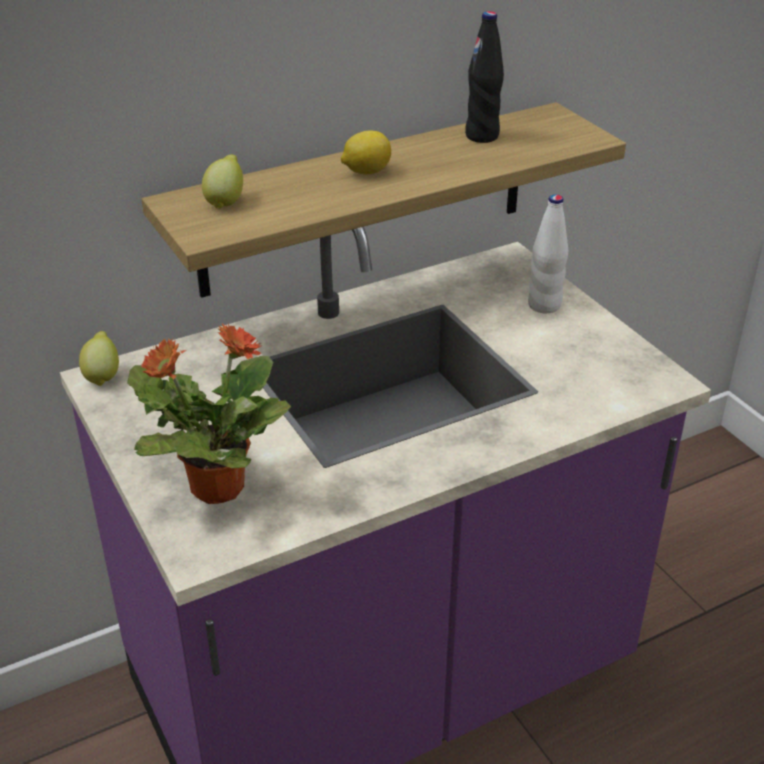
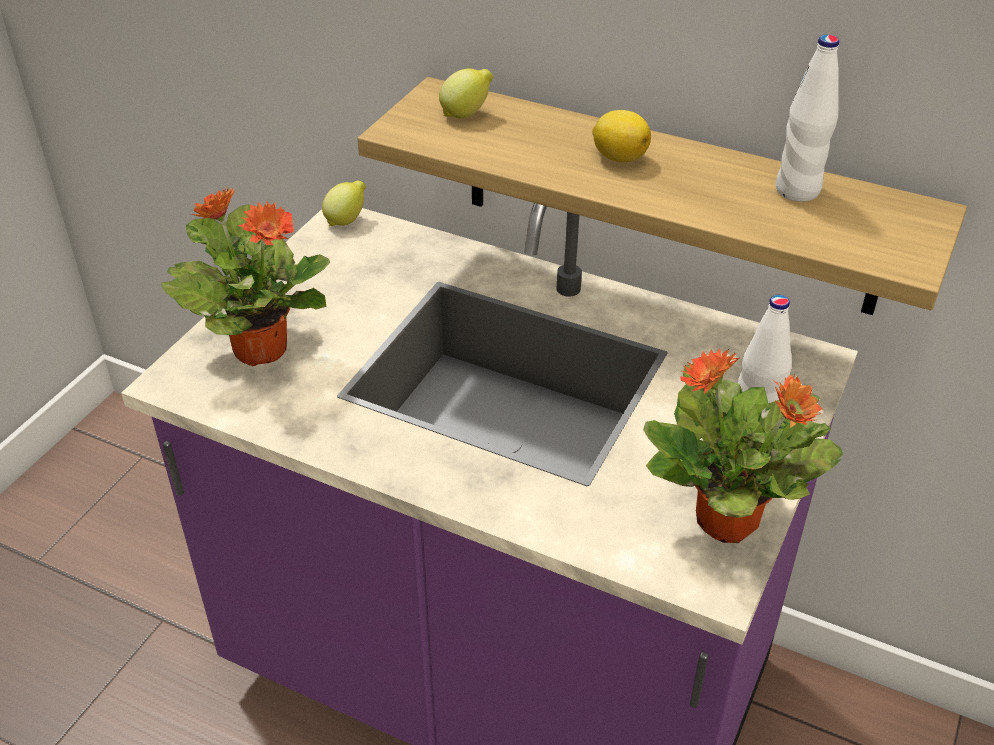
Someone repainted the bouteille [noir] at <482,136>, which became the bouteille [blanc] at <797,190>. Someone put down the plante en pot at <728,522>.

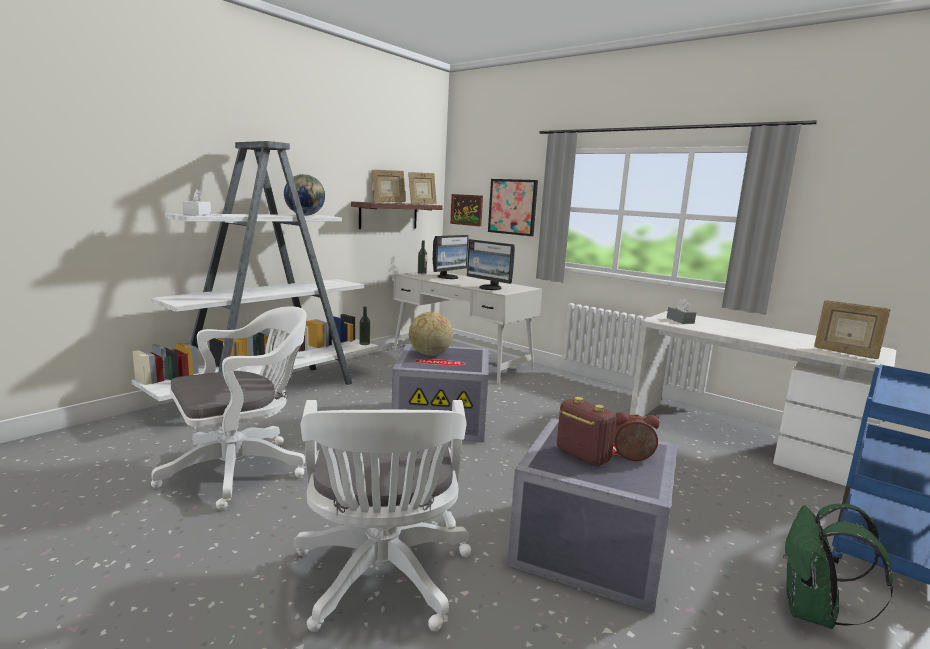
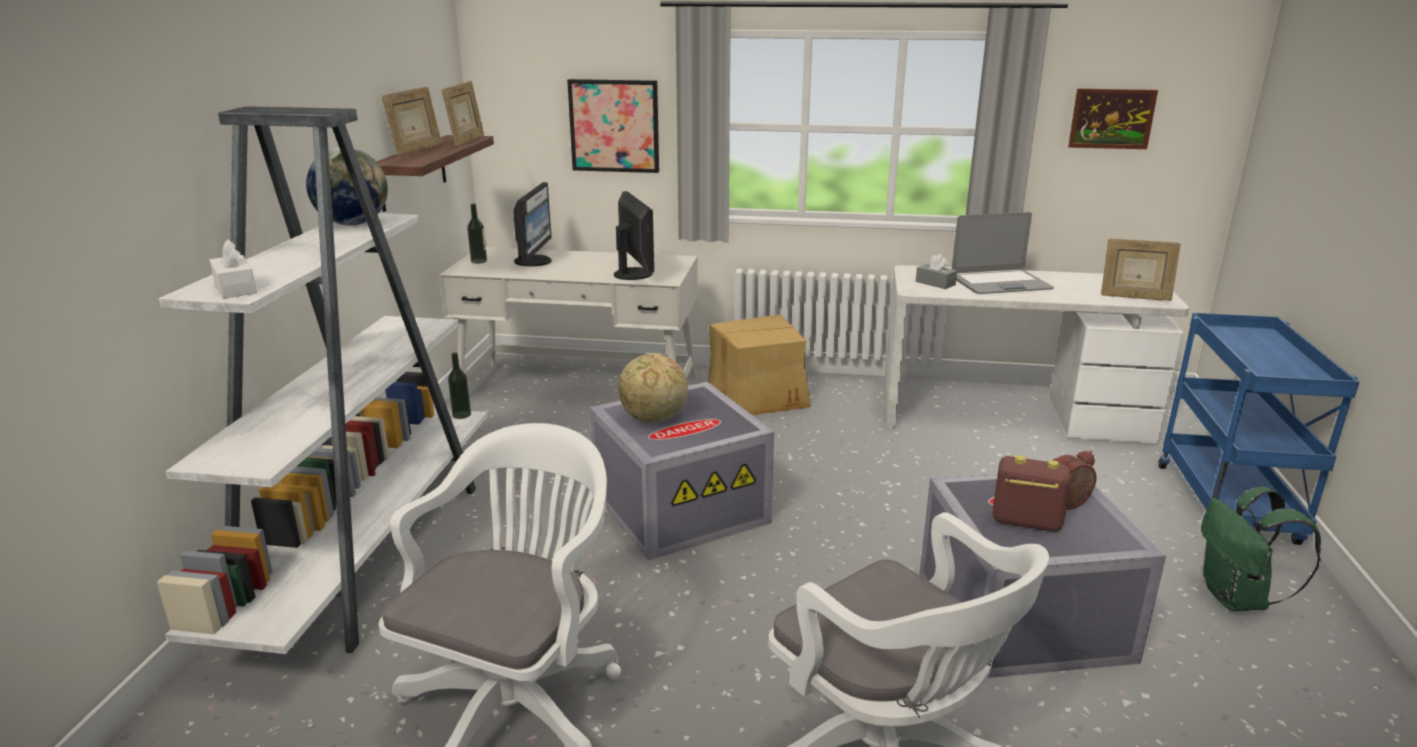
Someone carried the tableau from <466,210> to <1111,118>. Someone rotated the écran d'ordinateur at <490,288> by 120 degrees counterclockwise. Someone put down the ordinateur portable at <1000,284>. Someone put down the carton at <759,394>.

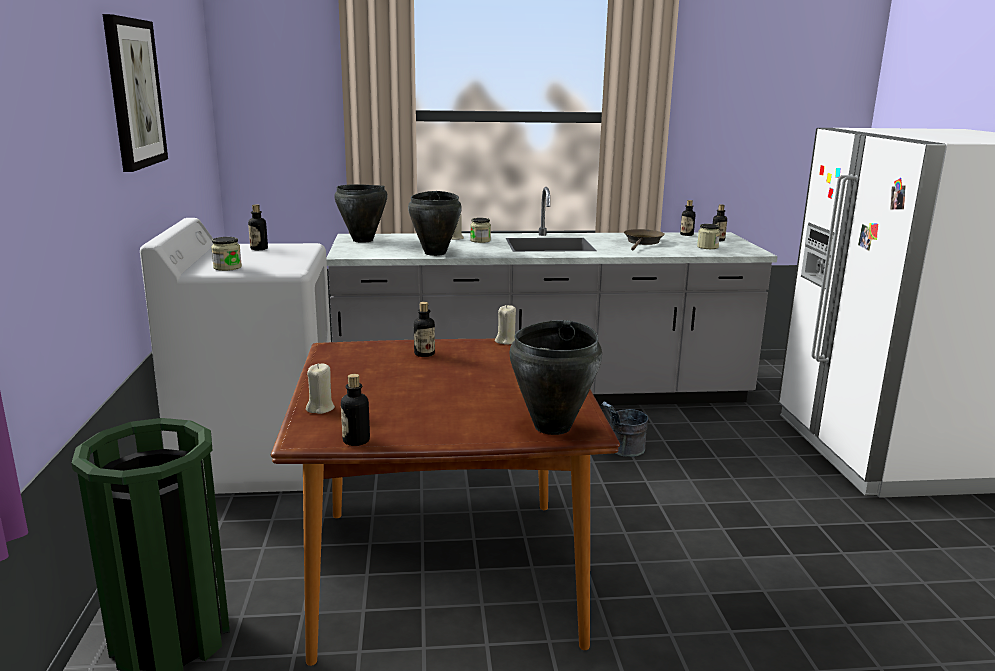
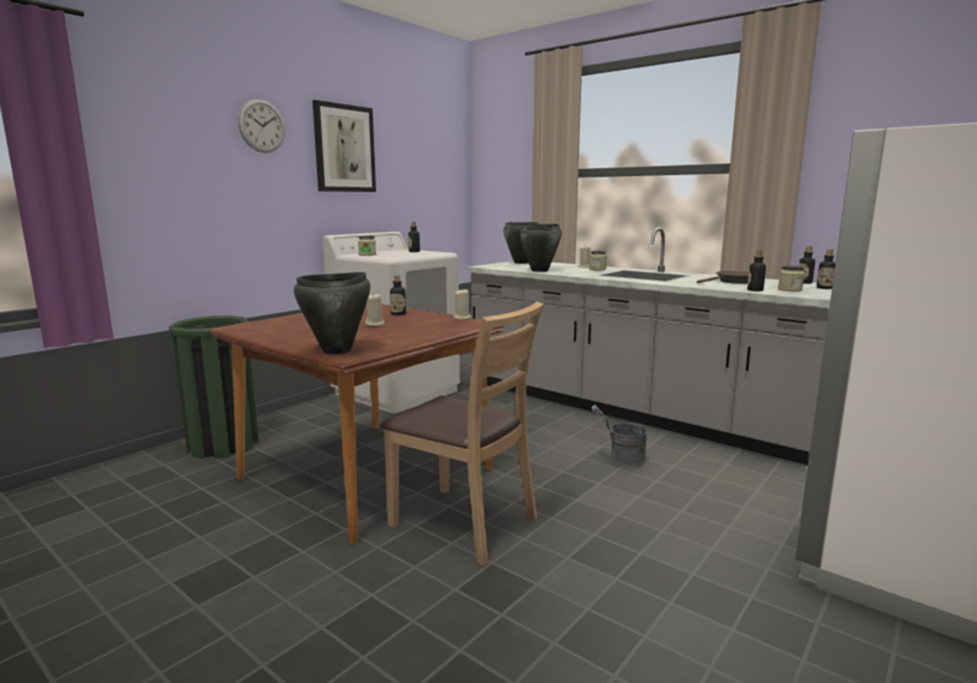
Someone carried the bougie [beige] from <320,408> to <375,324>. Someone carried the bouteille from <356,440> to <755,290>. Someone put up the horloge murale at <262,126>. Someone put down the chaise [marron] at <464,523>.

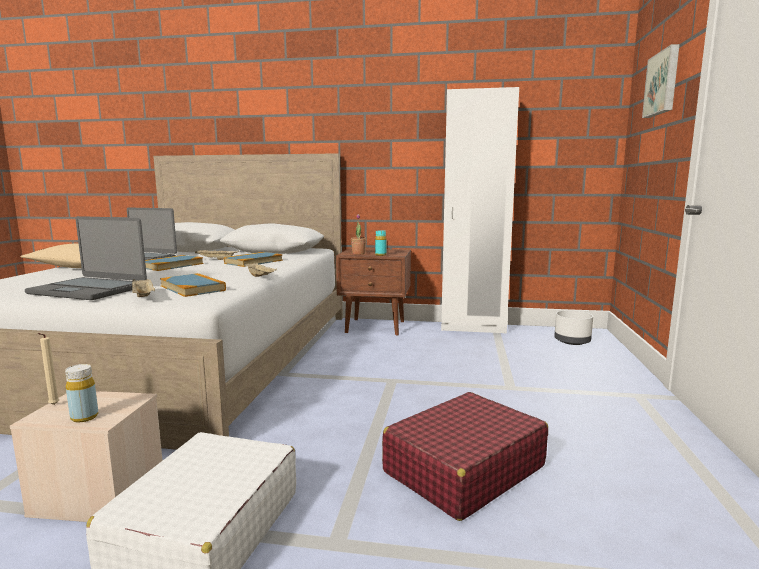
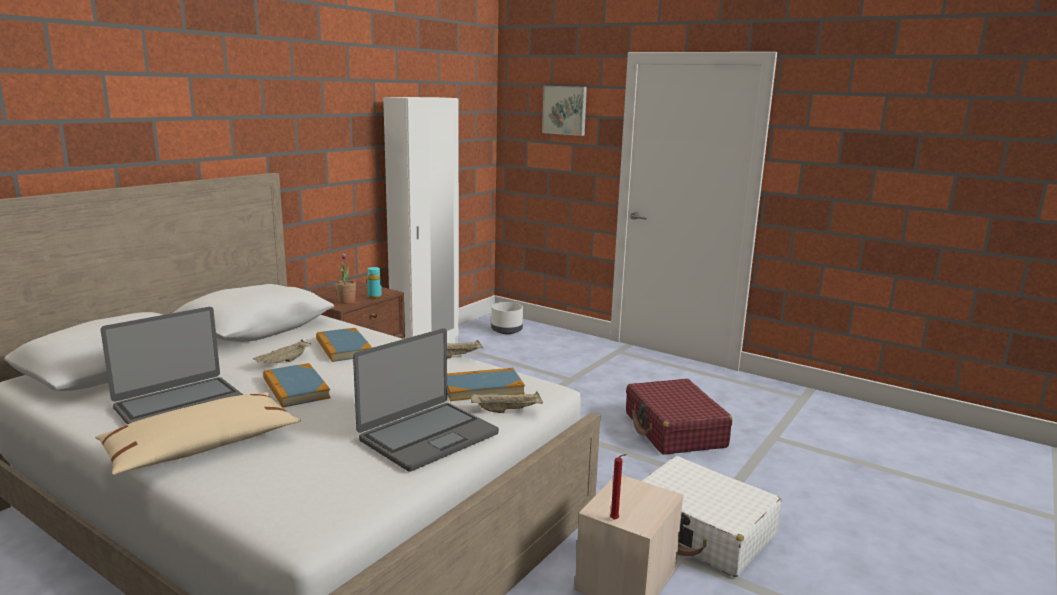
Someone repainted the bougie [beige] at <53,405>, which became the bougie [rouge] at <615,520>. Someone took away the bouteille [jaune] at <84,417>.

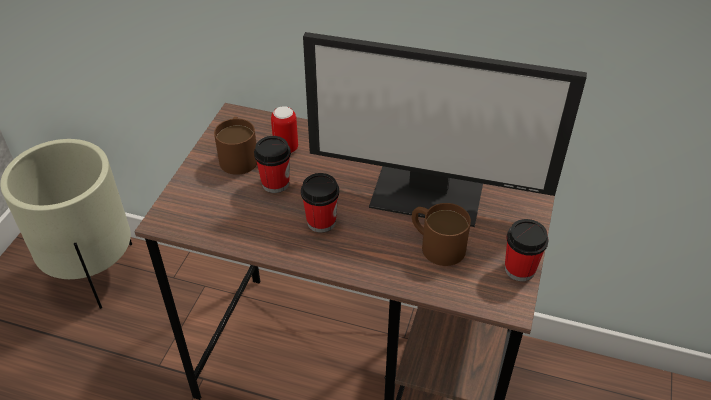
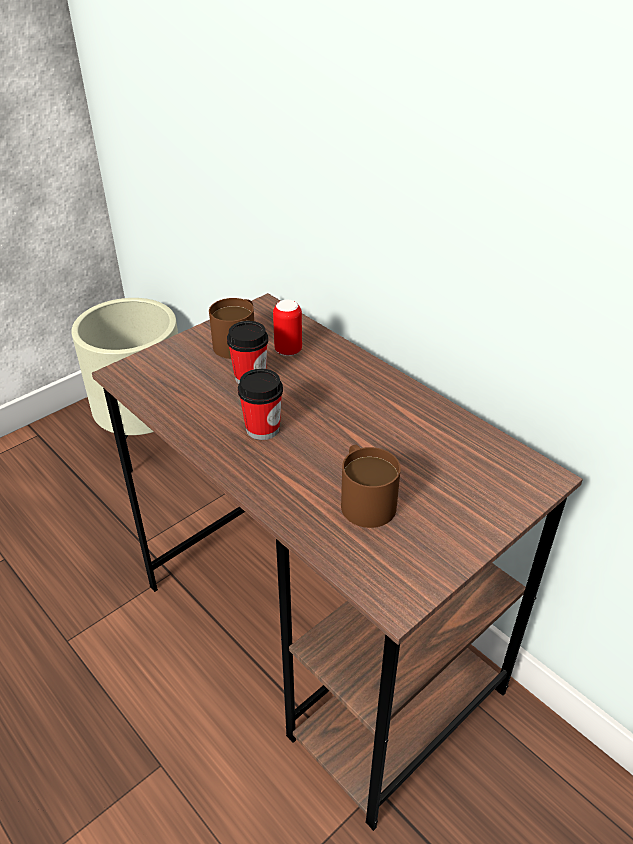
Someone took away the écran d'ordinateur at <429,193>. Someone took away the tasse at <519,269>.

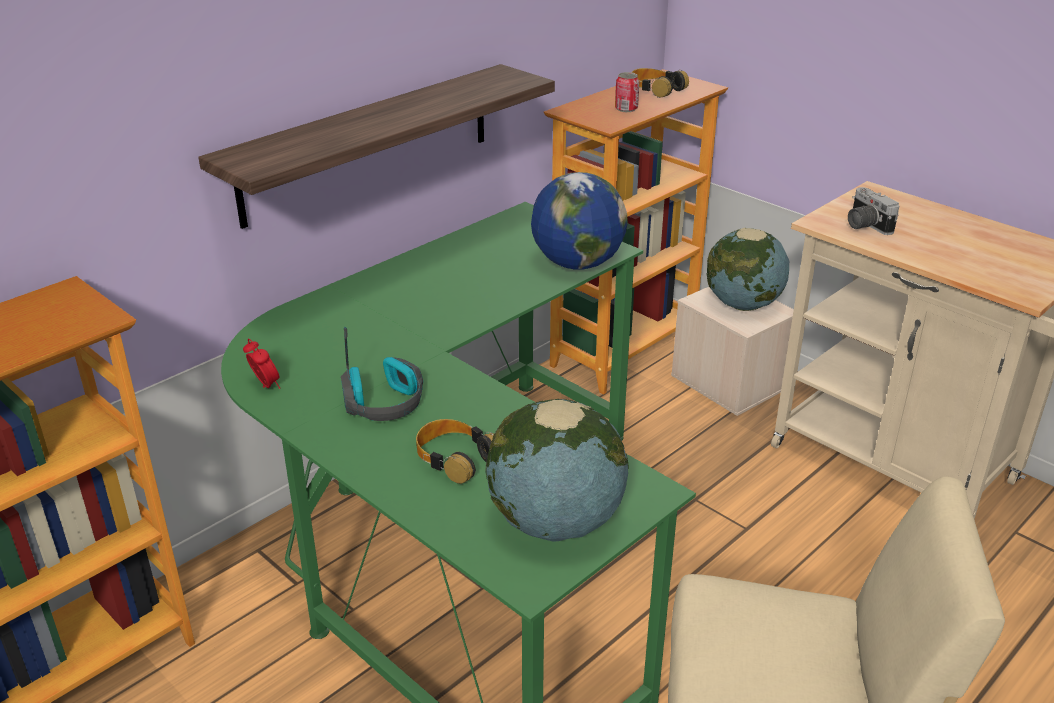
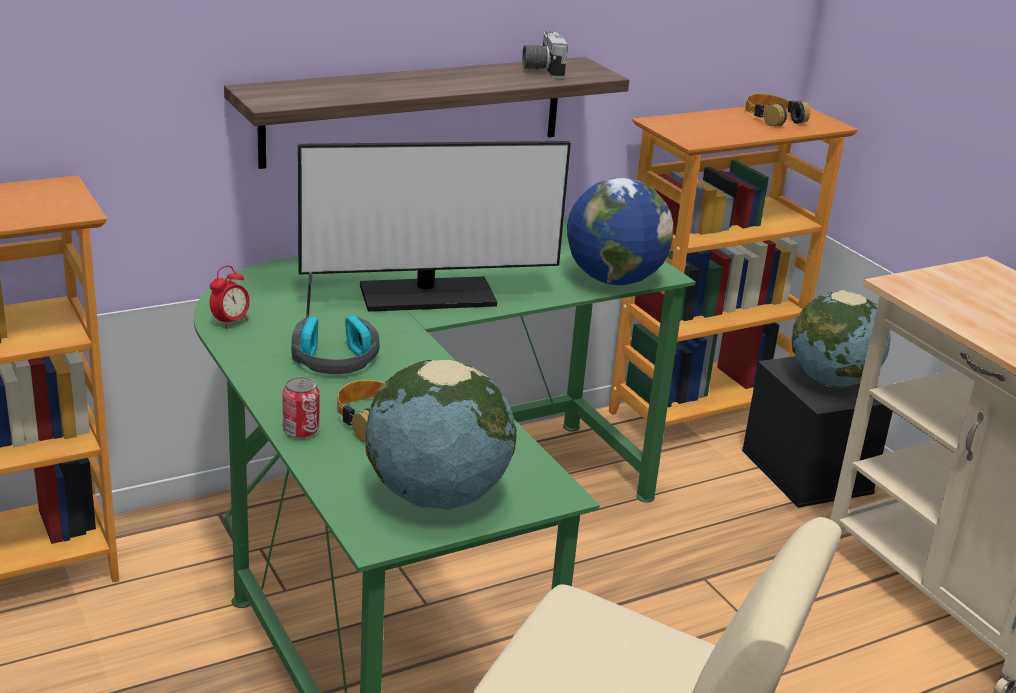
Someone carried the boîte métallique from <626,109> to <301,431>. Someone carried the appareil photo from <864,225> to <541,70>. Someone repainted the boîte de rangement [beige] at <727,381>, which became the boîte de rangement [noir] at <804,471>. Someone rotated the réveil at <265,386> by 60 degrees clockwise. Someone put down the écran d'ordinateur at <427,295>.

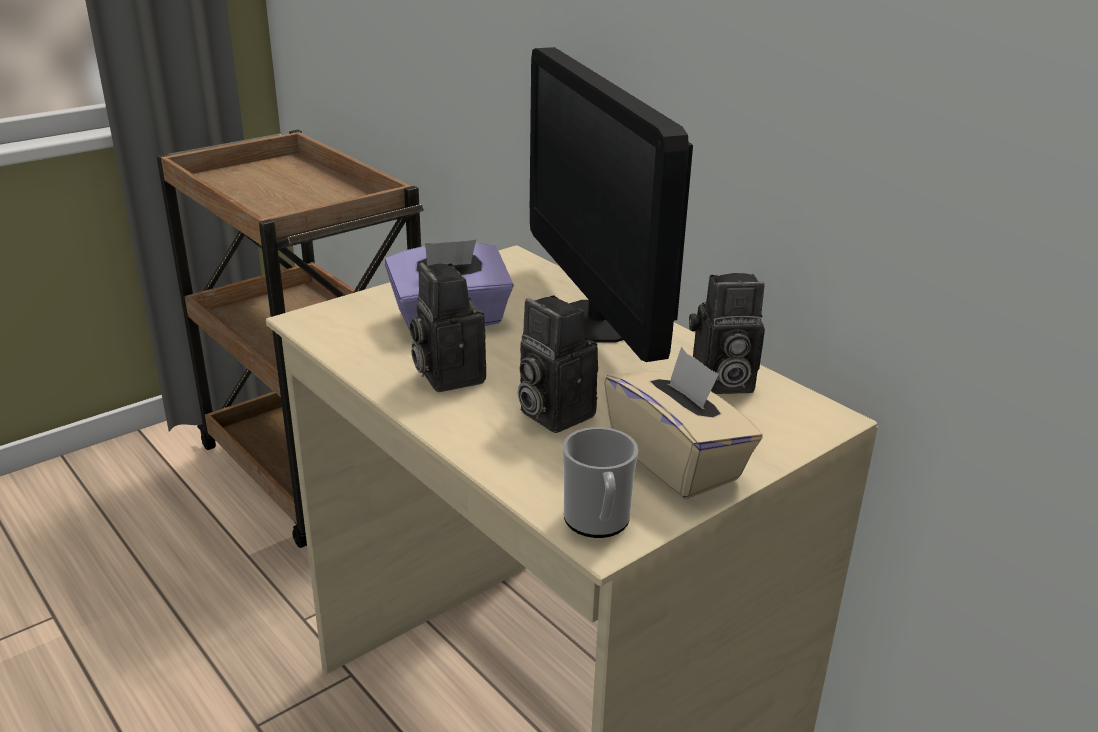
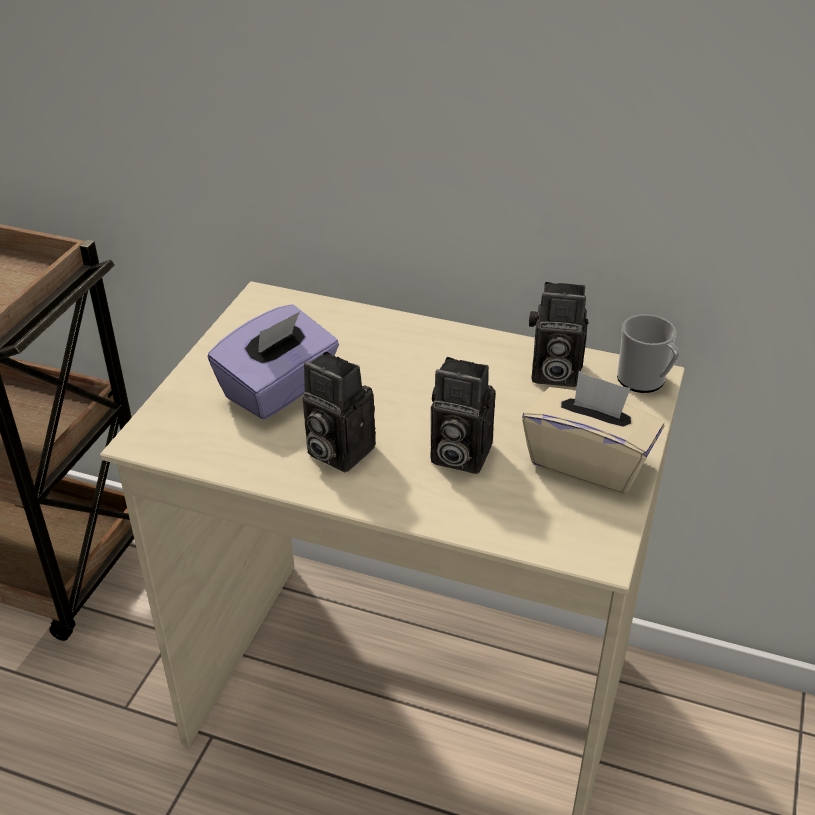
Someone took away the écran d'ordinateur at <598,321>. Someone rotated the appareil photo at <720,383> by 45 degrees clockwise. Someone carried the mug from <598,523> to <645,381>.

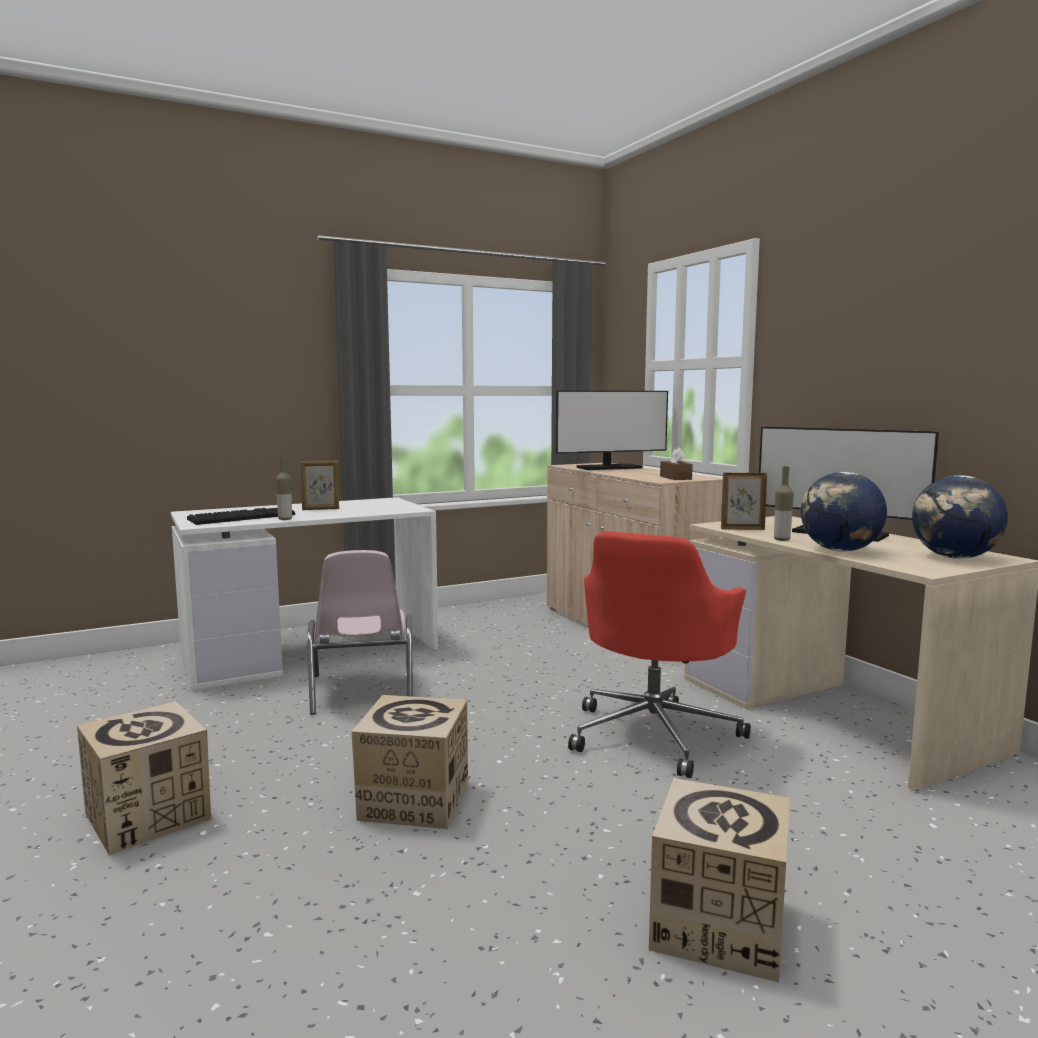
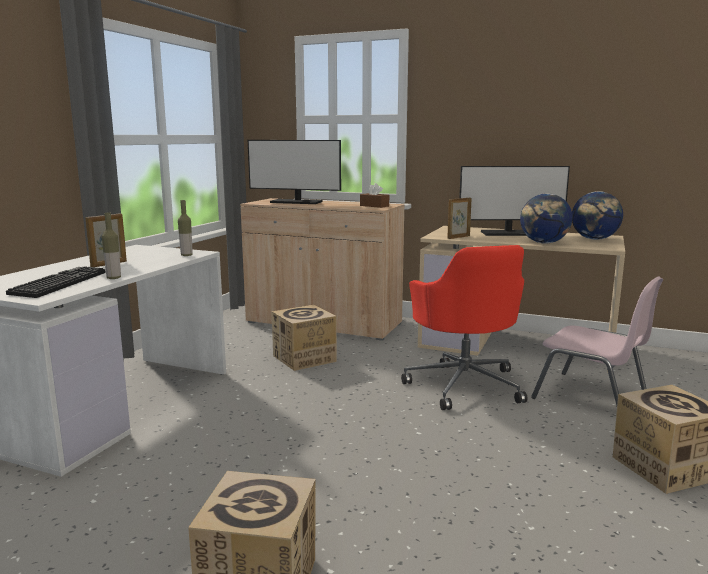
Someone rotated the écran d'ordinateur at <609,468> by 75 degrees clockwise. Someone carried the bouteille from <781,540> to <186,255>. Someone carried the chaise [rose] from <362,692> to <592,397>. Someone carried the carton from <414,800> to <304,358>.

